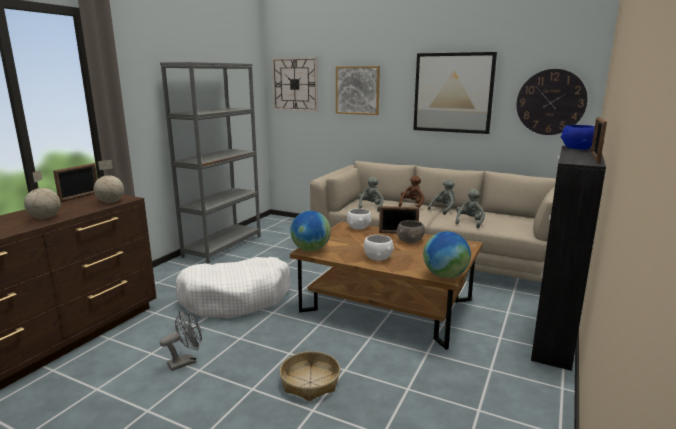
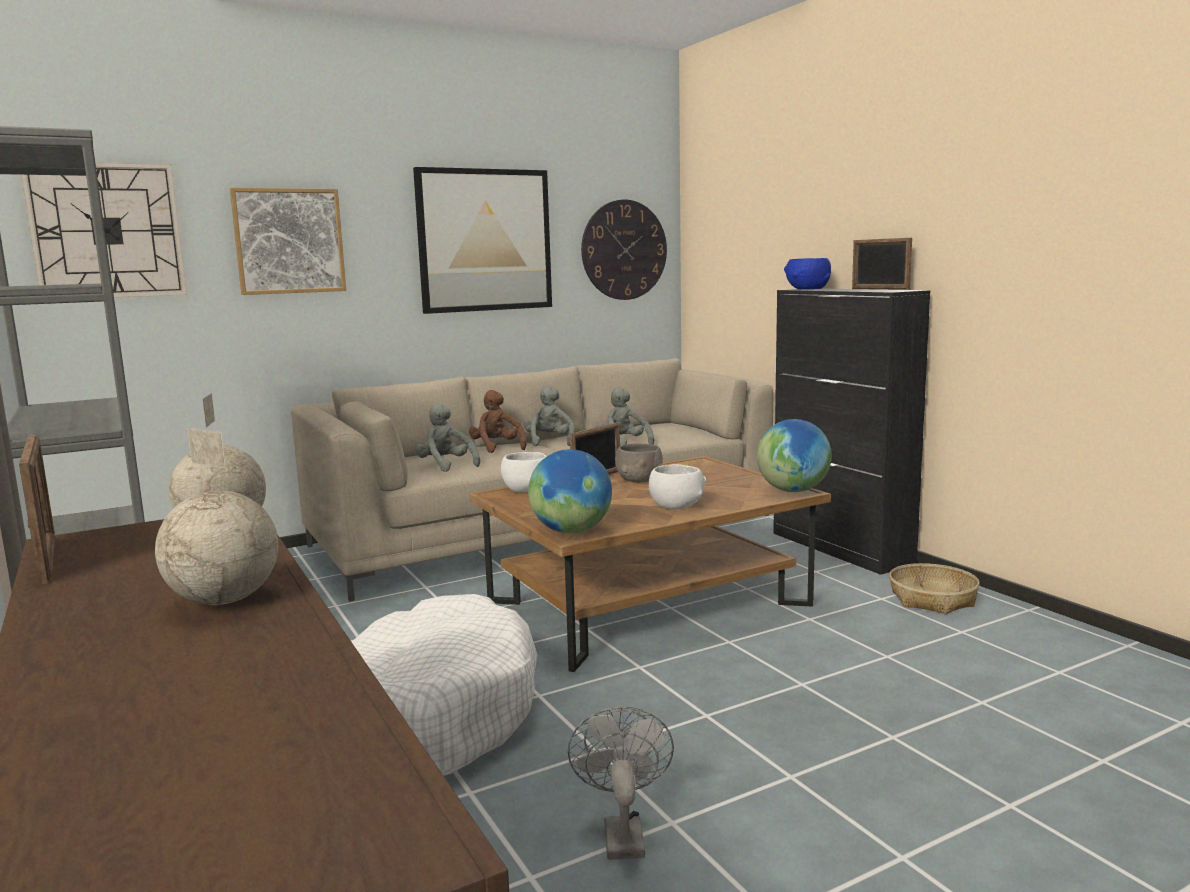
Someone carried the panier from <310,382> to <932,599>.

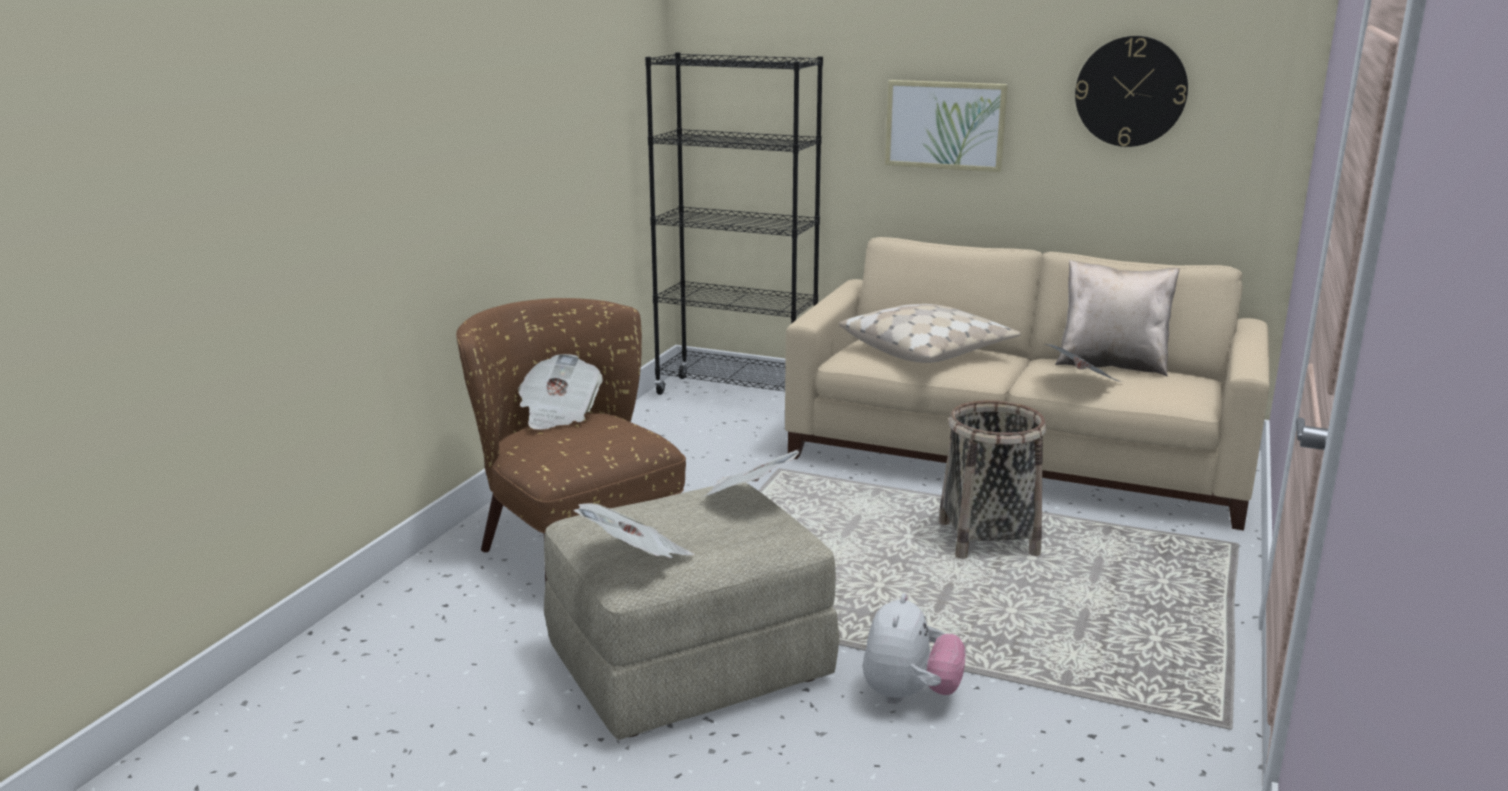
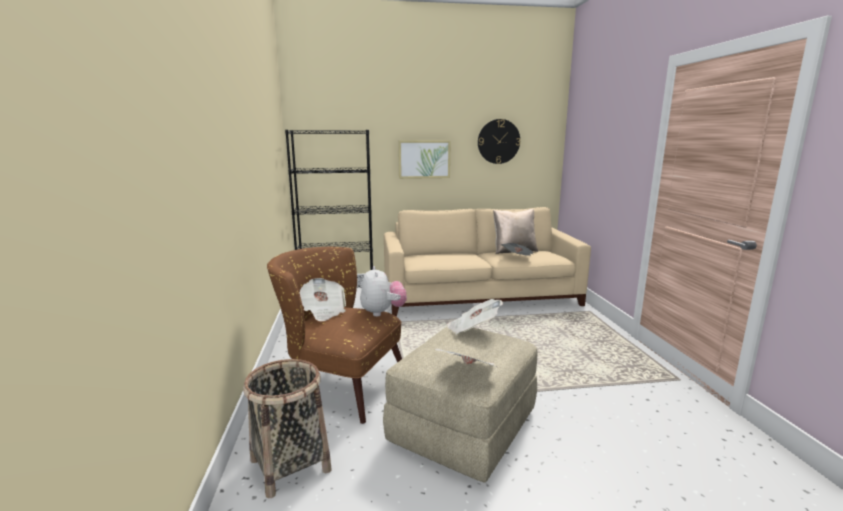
Someone took away the coussin [beige] at <928,350>. Someone carried the panier from <988,539> to <291,465>. Someone carried the peluche from <909,695> to <382,312>.

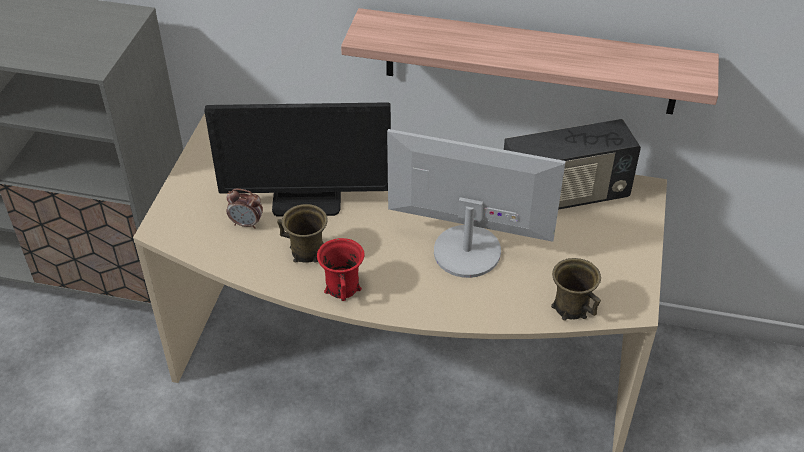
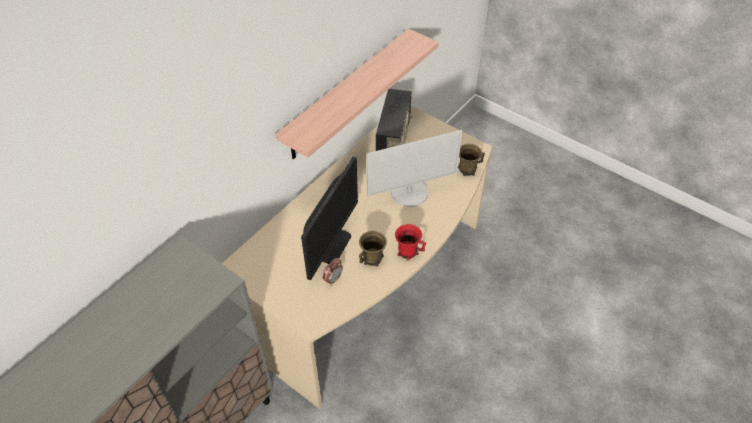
Someone rotated the écran d'ordinateur at <467,251> by 150 degrees counterclockwise.

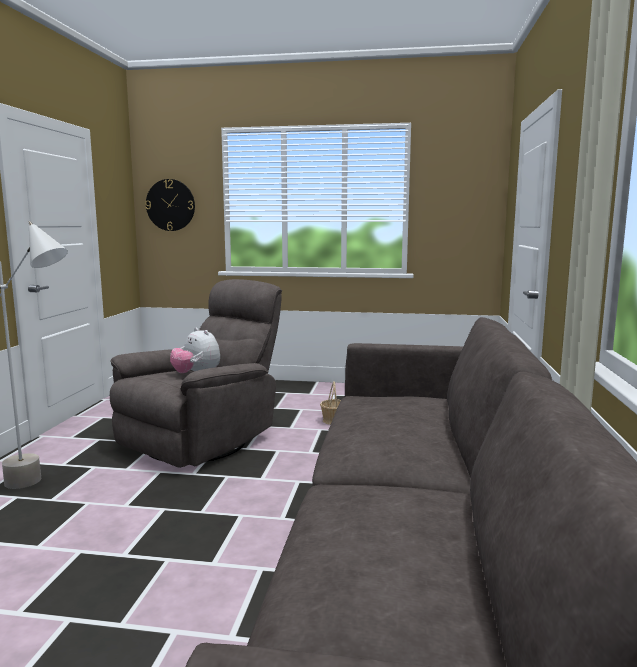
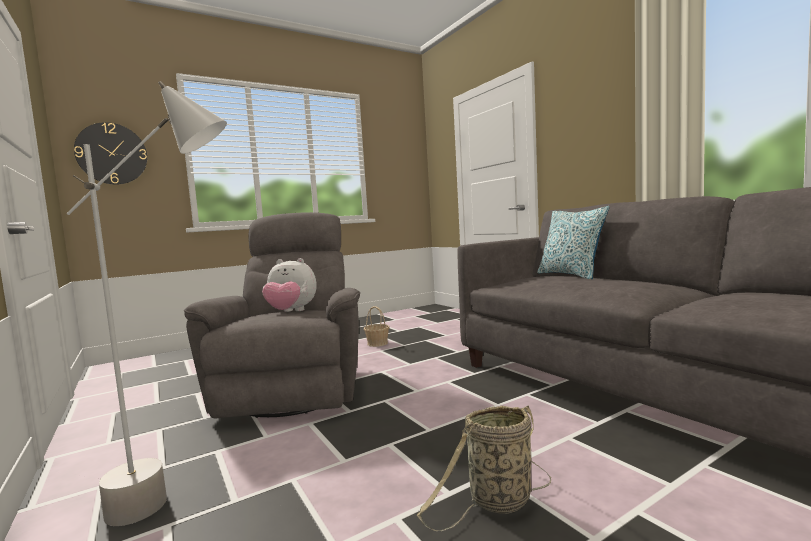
Someone put down the coussin at <570,275>. Someone put down the panier at <497,503>.

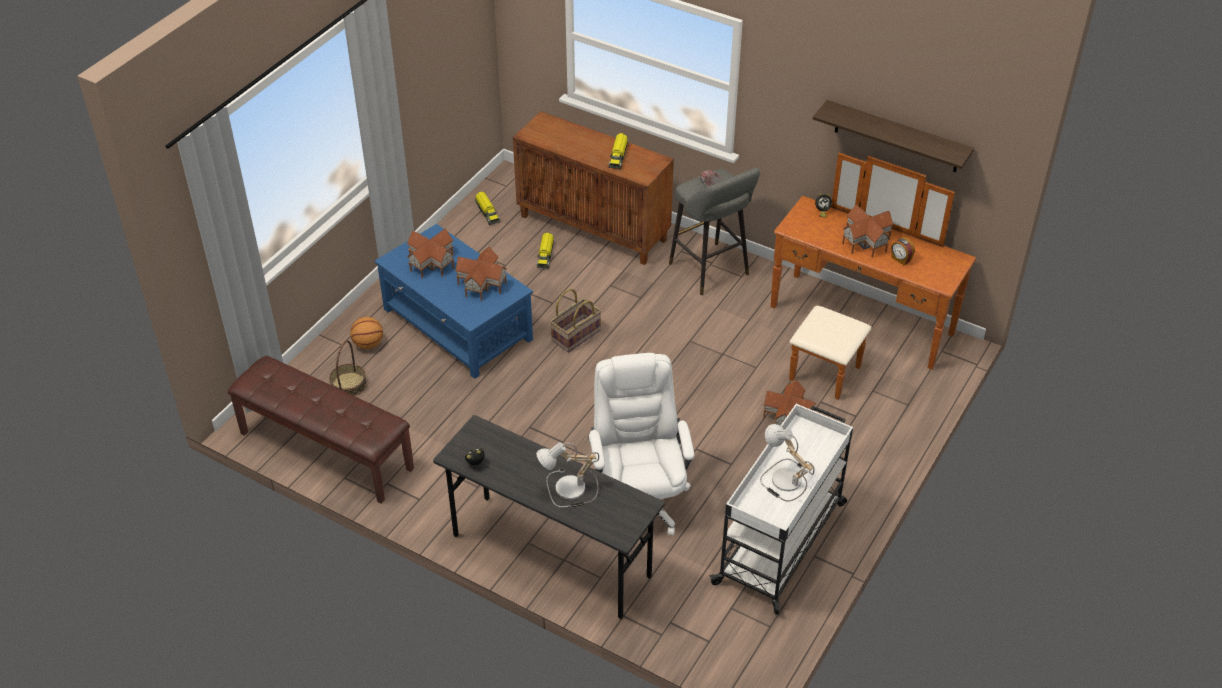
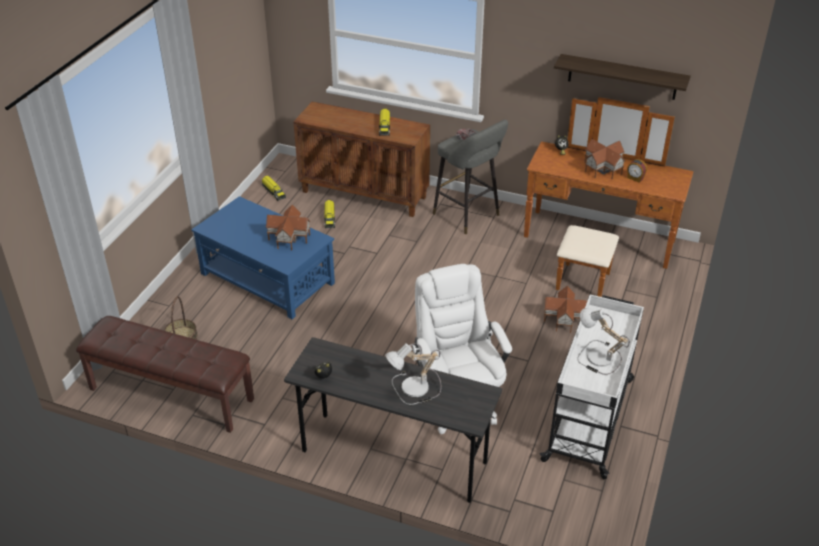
Someone took away the maison miniature at <432,262>. Someone took away the panier at <575,335>. Someone took away the ballon de basket at <368,344>.

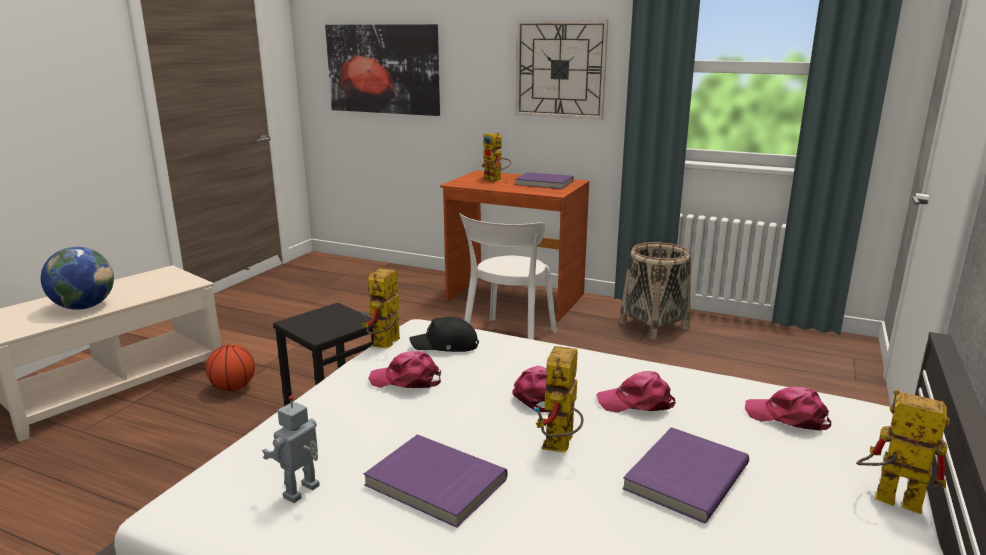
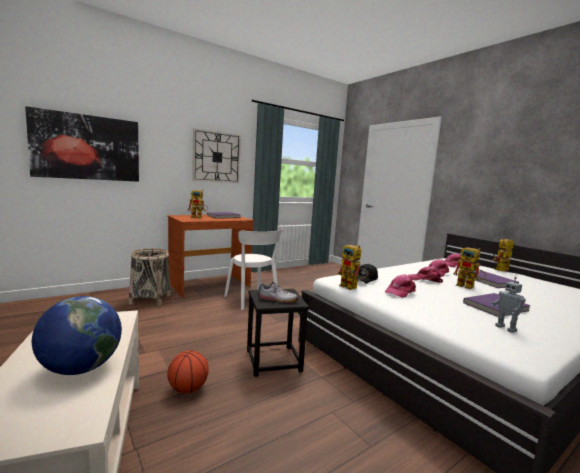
Someone carried the panier from <654,325> to <150,299>. Someone put down the chaussure at <277,299>.

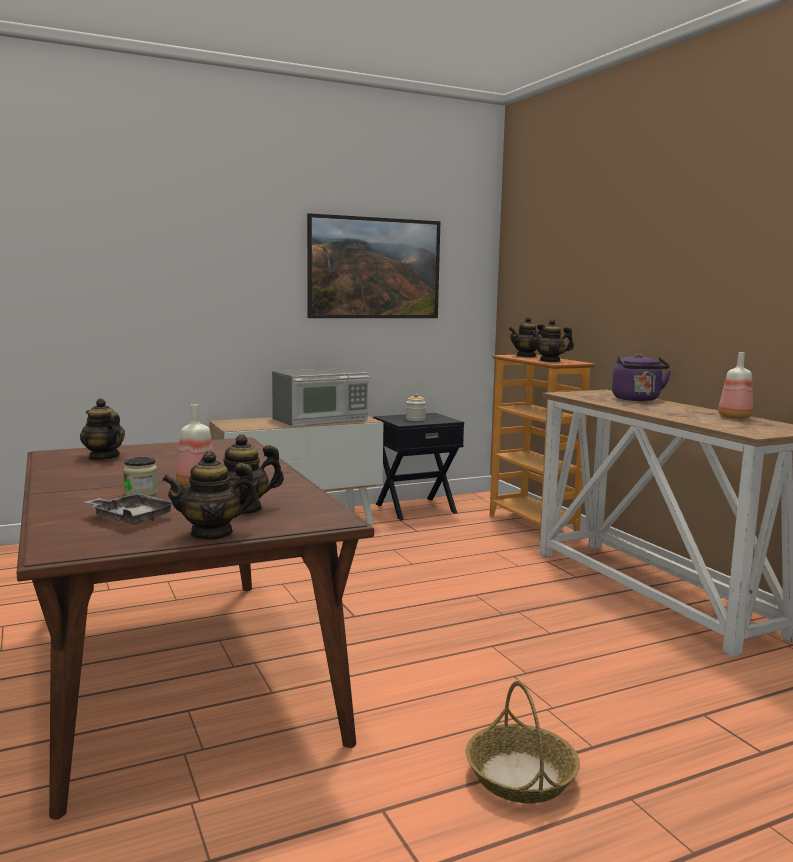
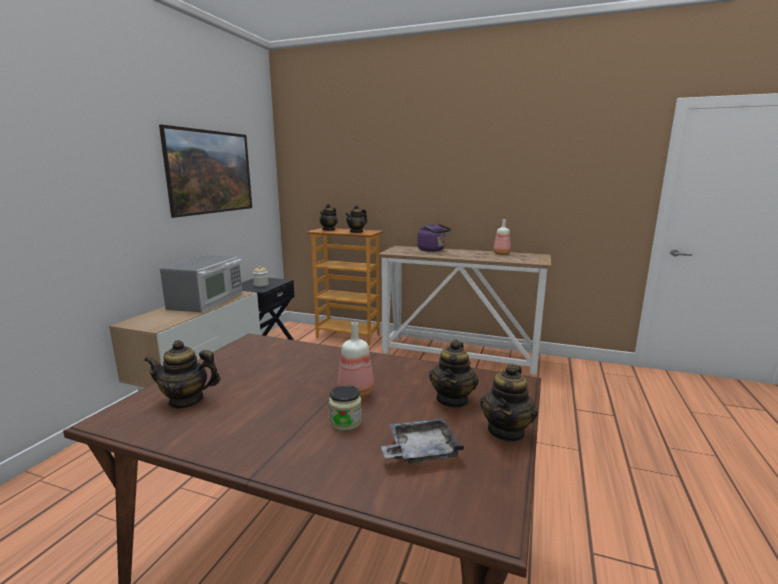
Someone took away the panier at <521,776>.

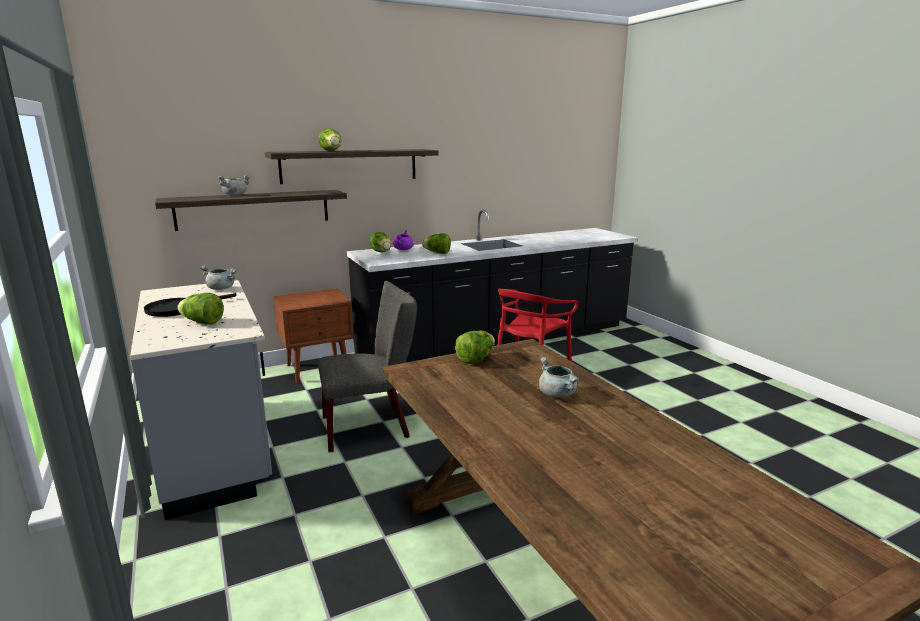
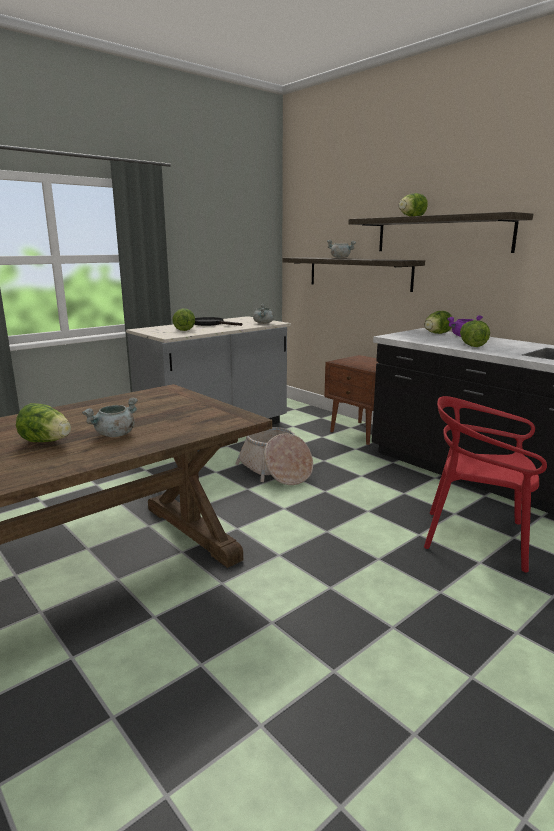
Someone swapped the chaise [gris] at <371,426> for the panier at <275,471>. Someone carried the laitue from <475,359> to <47,442>.

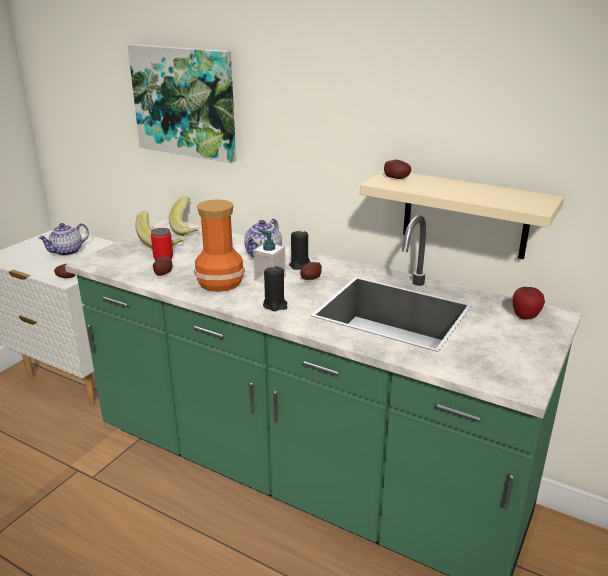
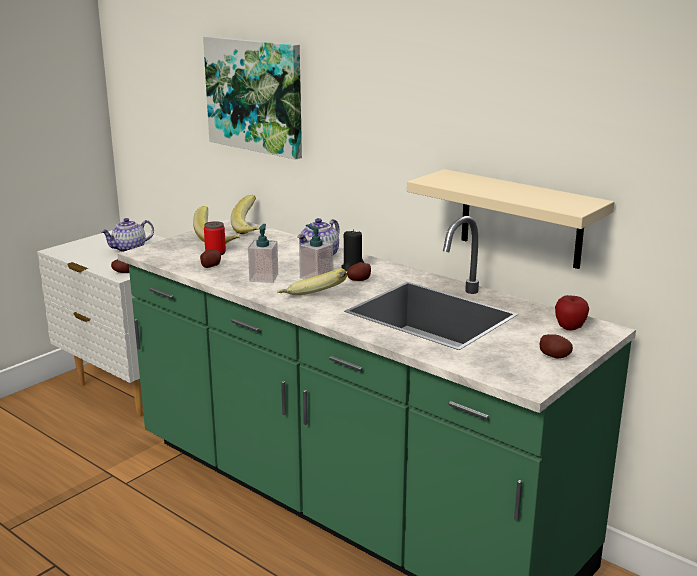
Someone carried the pomme de terre from <397,178> to <555,355>. Someone swapped the vase at <219,283> for the distributeur de savon at <264,278>. Someone swapped the bougie [noir] at <275,305> for the banane at <312,300>.

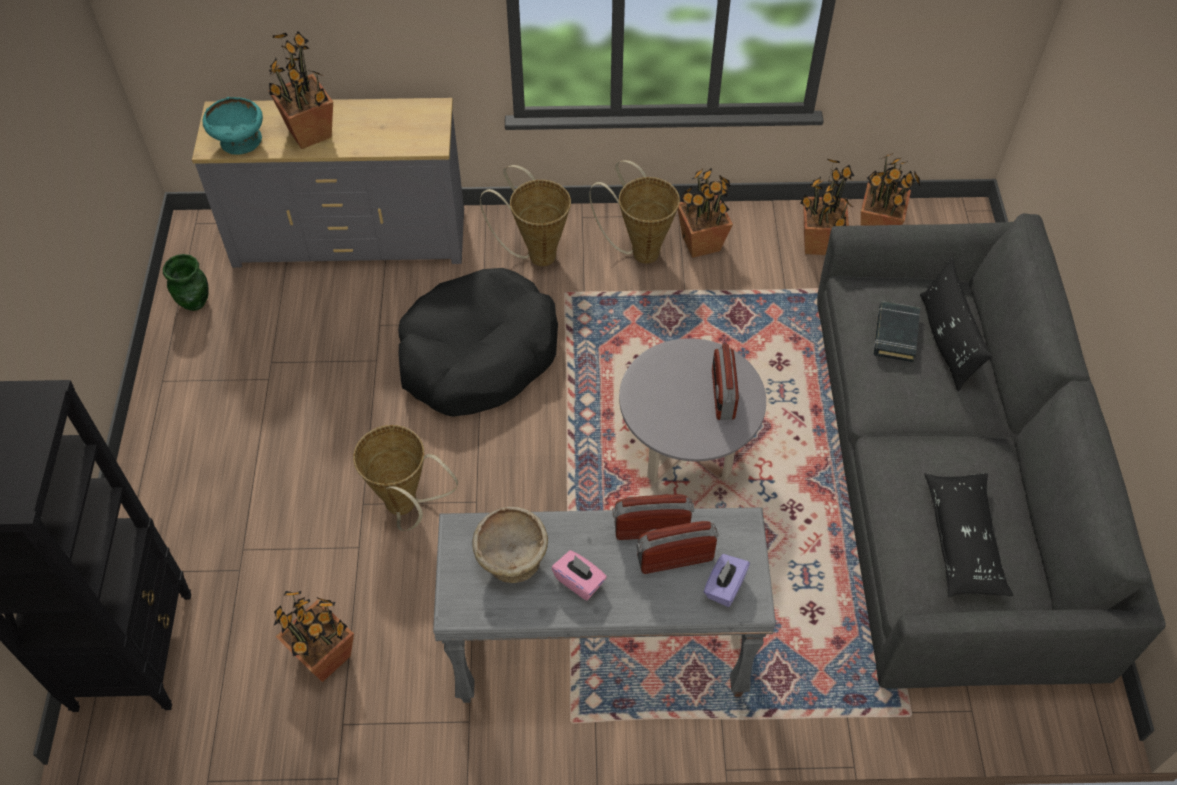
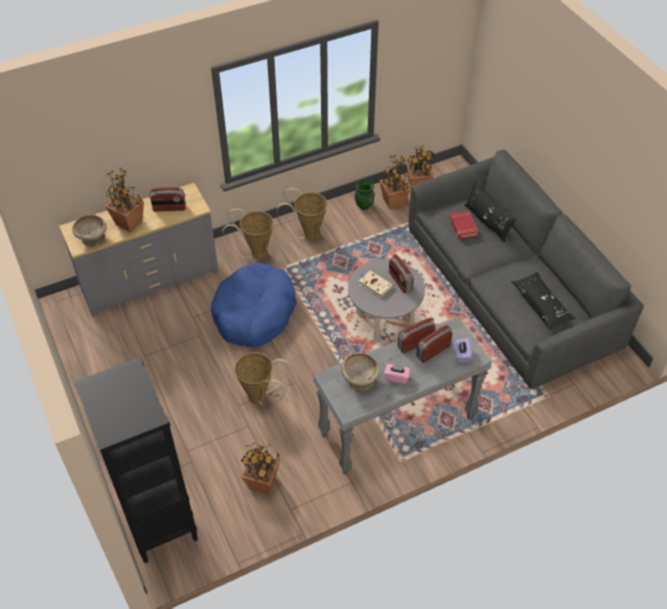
Someone repainted the bol [turquoise] at <239,141>, which became the bol [beige] at <92,239>. Someone took away the plante en pot at <701,243>. Someone carried the vase [vert] from <195,302> to <364,205>. Someone repainted the panier pour chien [noir] at <478,356>, which became the panier pour chien [bleu] at <254,313>. Someone repainted the livre [noir] at <895,334>, which became the livre [rouge] at <463,227>. Someone put down the radio at <169,208>. Someone put down the livre [beige] at <374,285>.

